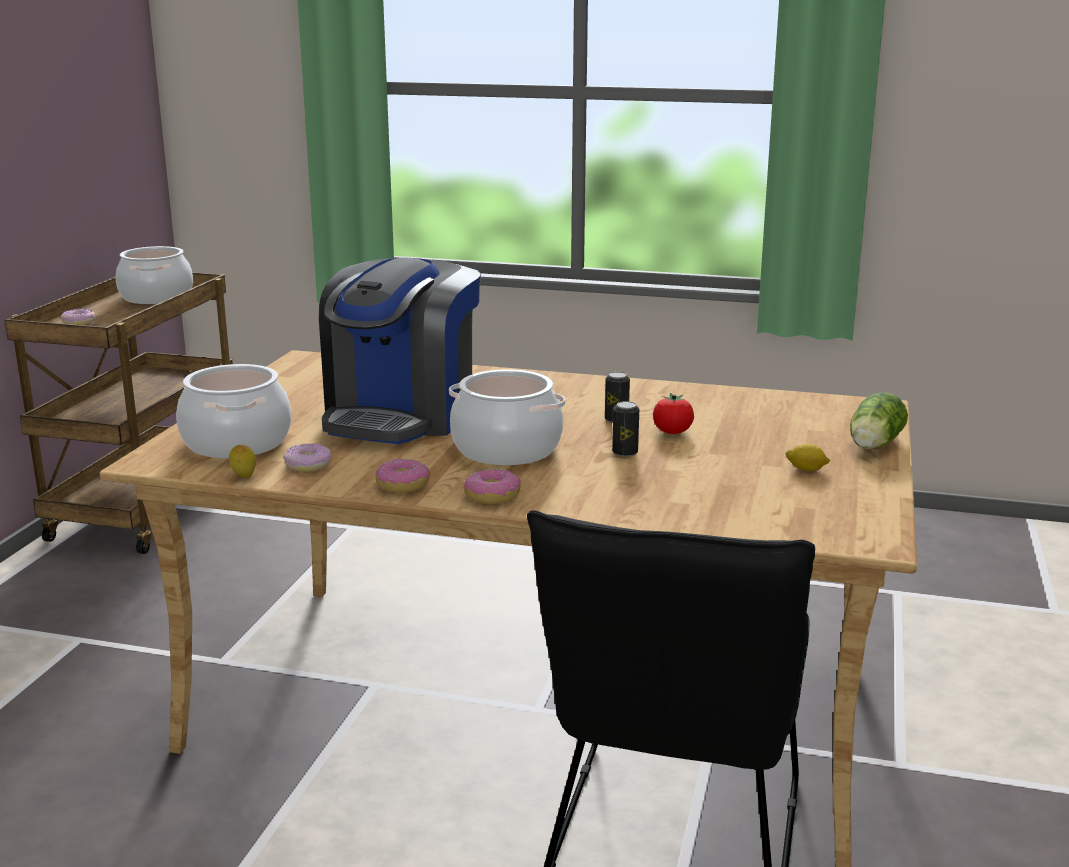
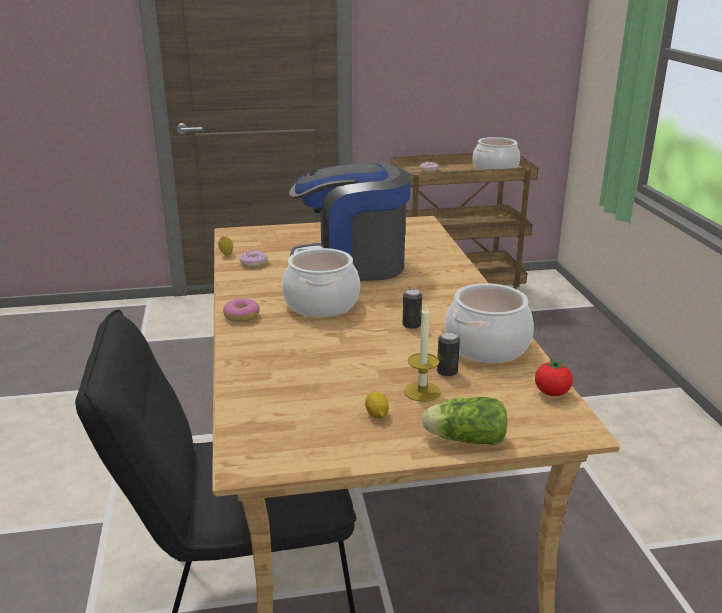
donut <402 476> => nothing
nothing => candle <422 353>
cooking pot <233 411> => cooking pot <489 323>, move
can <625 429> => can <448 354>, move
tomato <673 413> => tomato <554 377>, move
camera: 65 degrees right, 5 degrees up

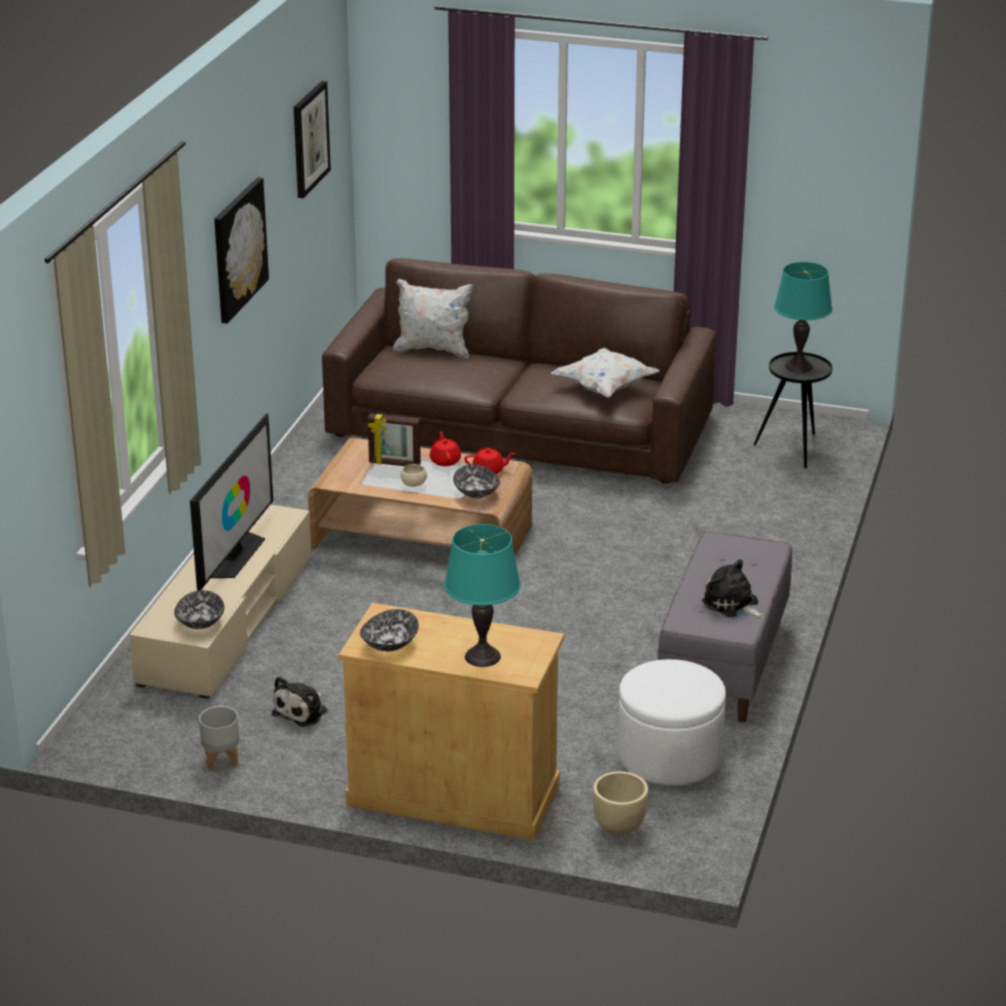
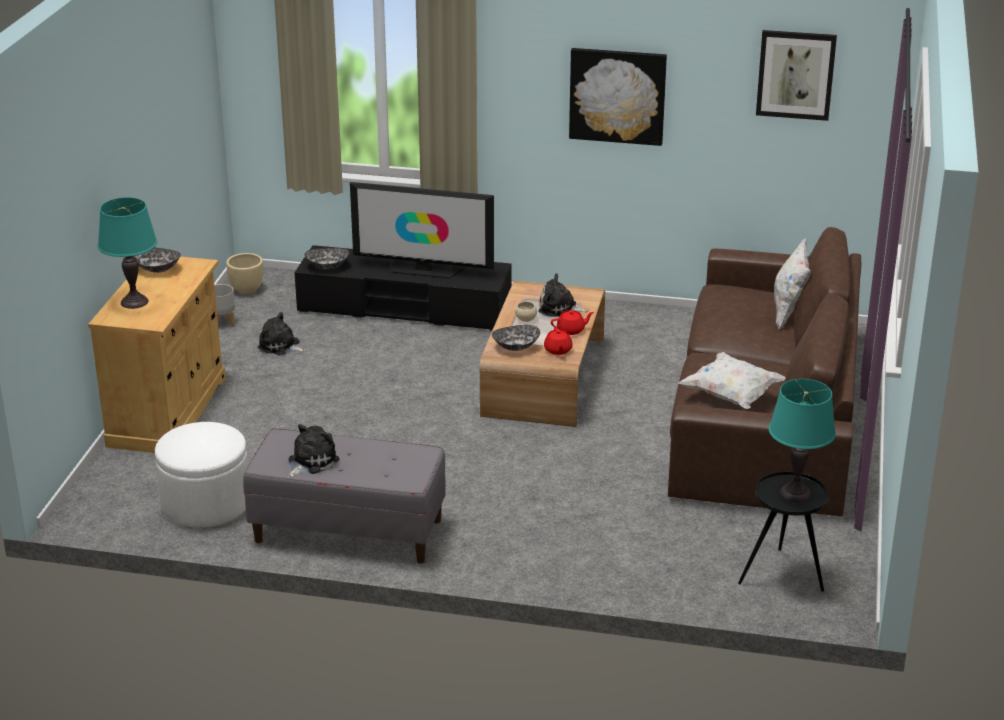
beige planter <620 804> => beige planter <244 274>, move
picture frame <394 439> => plush toy <563 295>
beige tv stand <220 602> => black tv stand <403 288>
camera: 85 degrees right, 0 degrees up

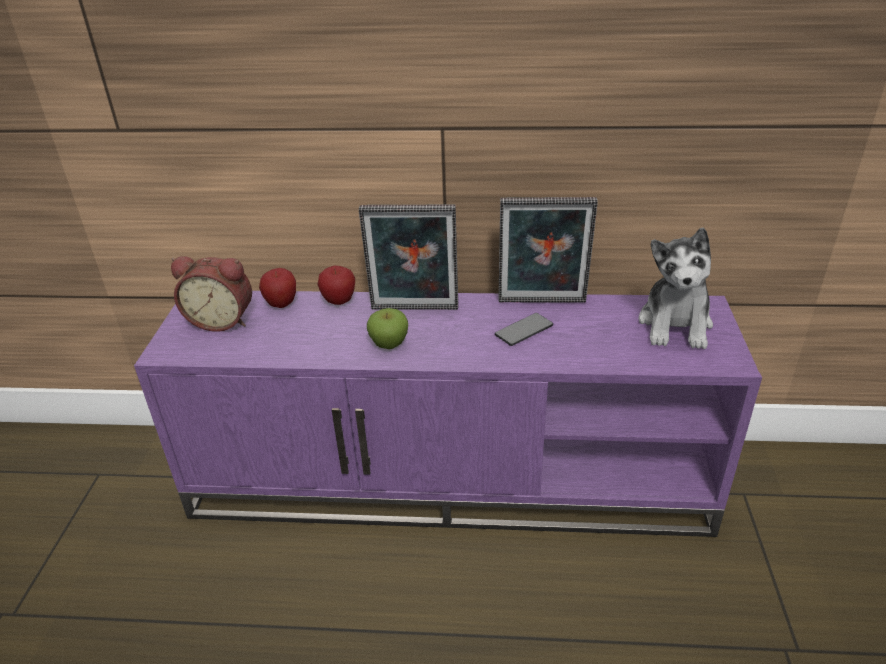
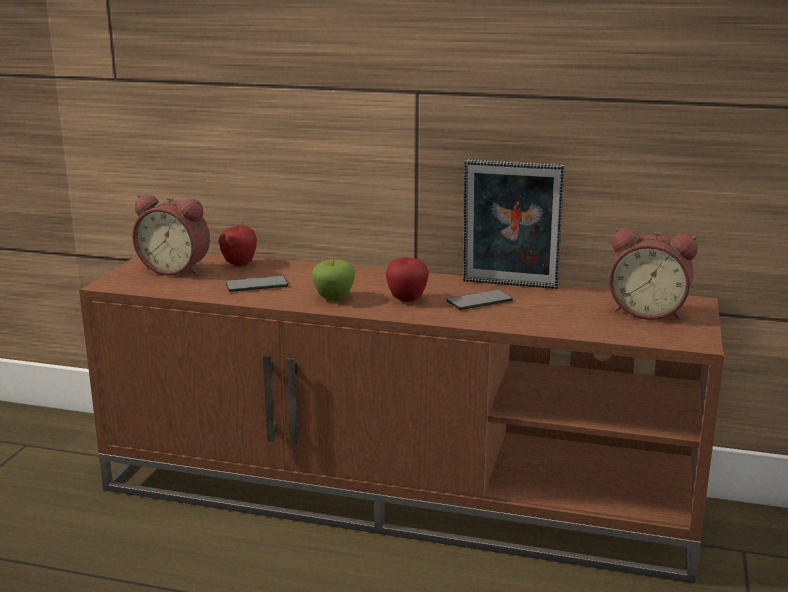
picture frame <408 257> => nothing
nothing => phone <257 284>
apple <336 285> => apple <407 279>, move
plush toy <676 288> => alarm clock <653 274>
purple tv stand <448 414> => brown tv stand <401 418>
camera: 10 degrees right, 15 degrees down

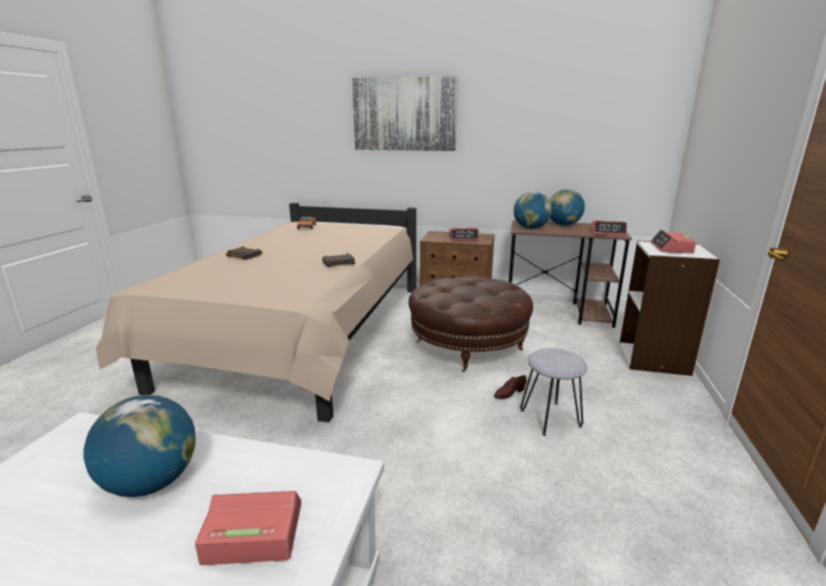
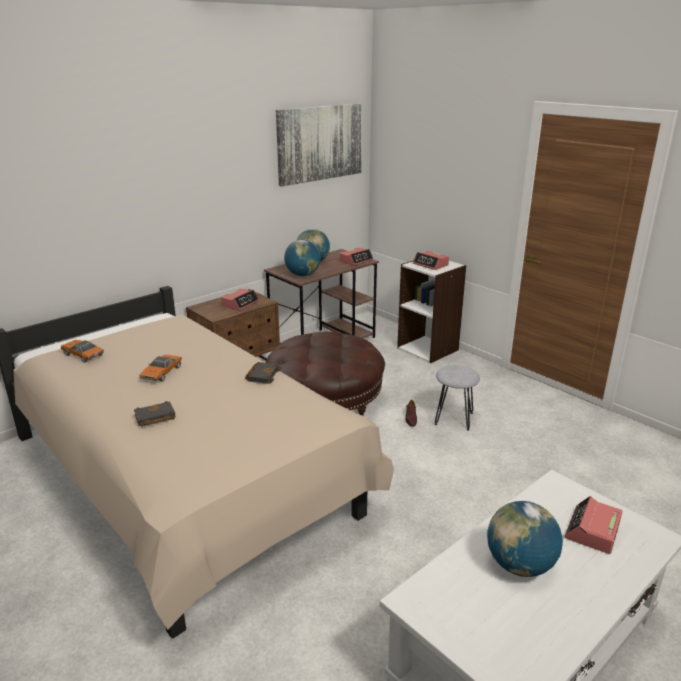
nothing => toy car <160 367>
picture <405 113> => picture <319 145>, move
camera: 55 degrees left, 5 degrees up

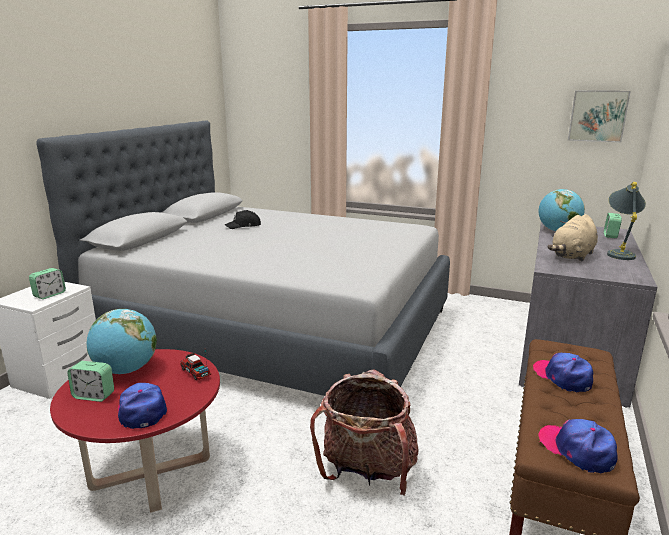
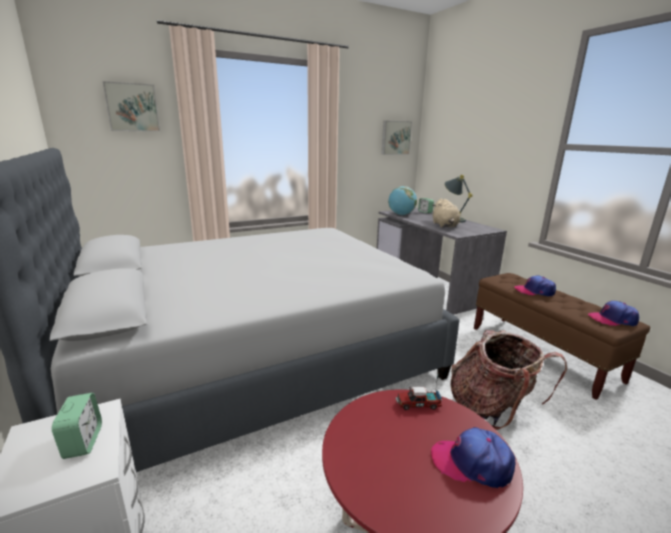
alarm clock <90 381> => nothing
globe <122 341> => nothing
black cap <243 219> => nothing
nothing => picture <131 106>
camera: 50 degrees left, 0 degrees up

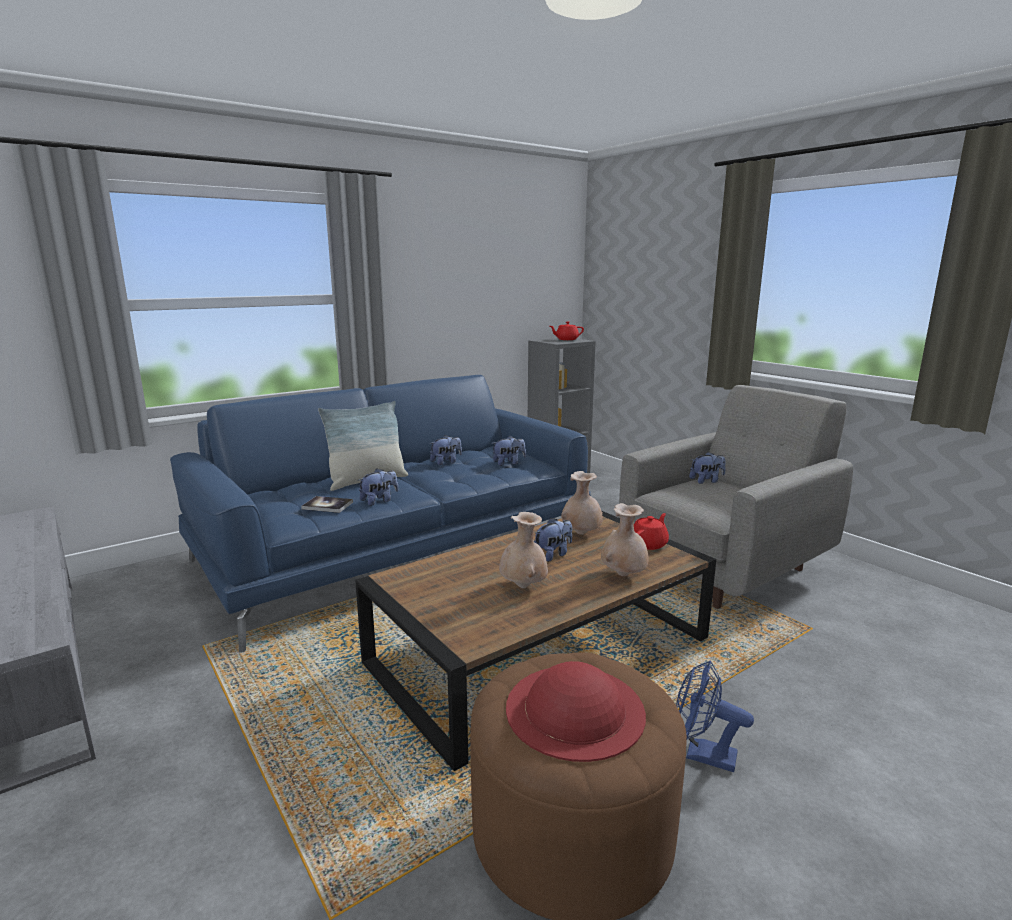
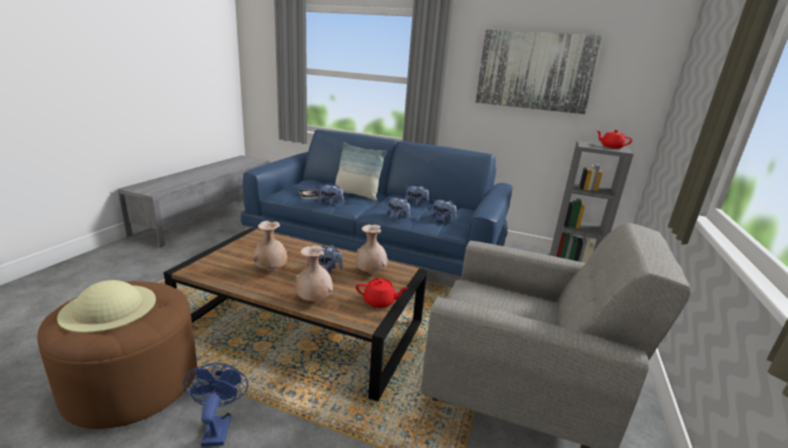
nothing => picture <539 72>
plush toy <707 468> => plush toy <398 208>, move
red hat <576 711> => beige hat <106 306>
camera: 55 degrees right, 5 degrees up

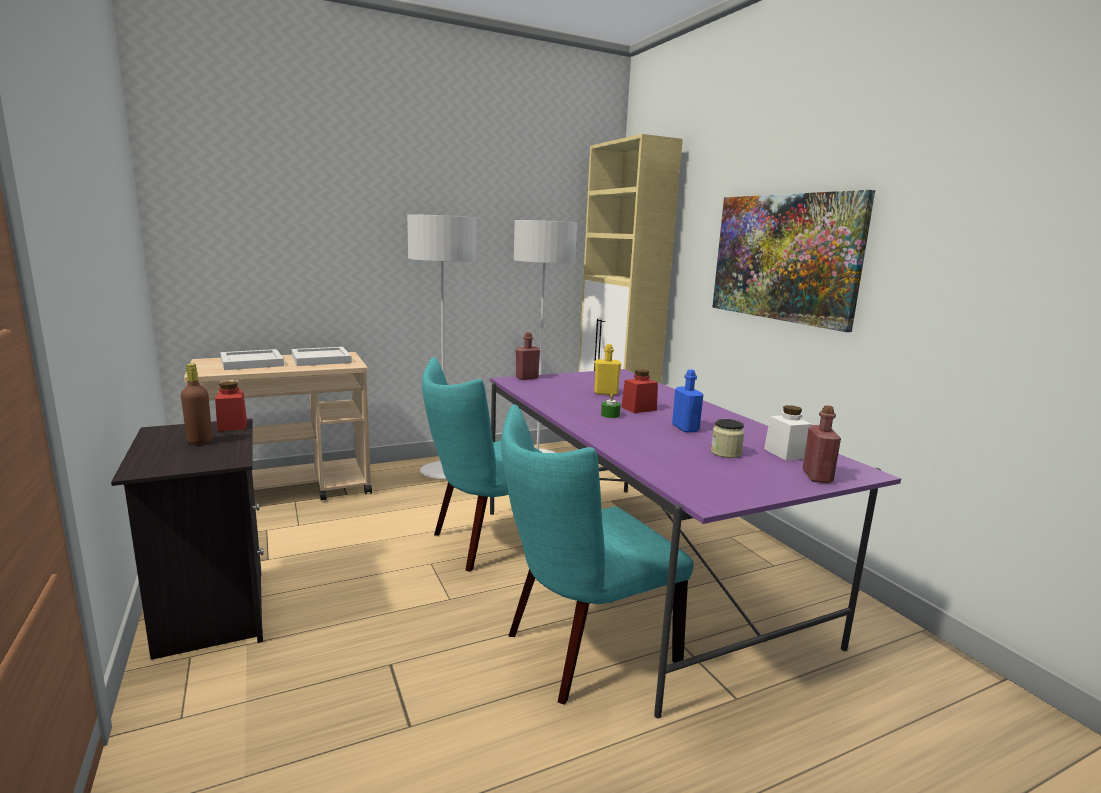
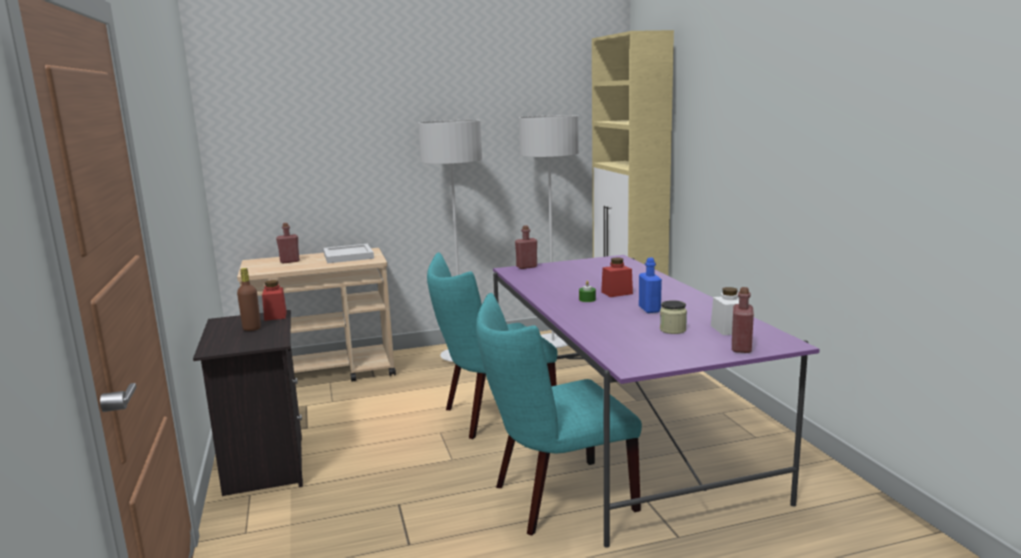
yellow bottle <607 369> => nothing
picture <793 261> => nothing
white tray <252 359> => red bottle <288 243>
camera: 10 degrees right, 0 degrees up

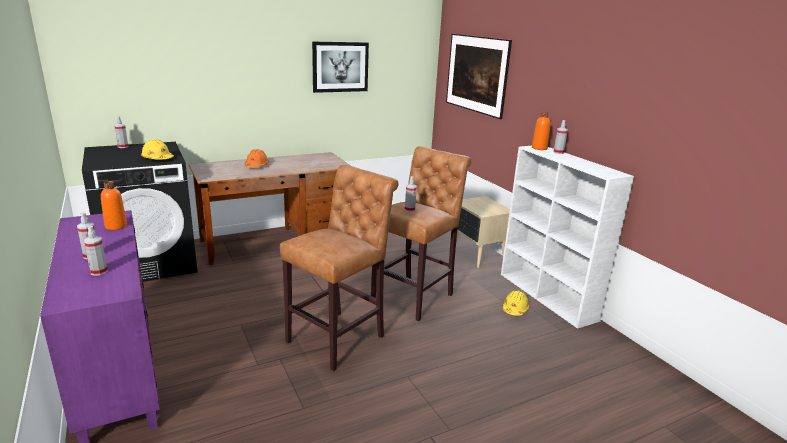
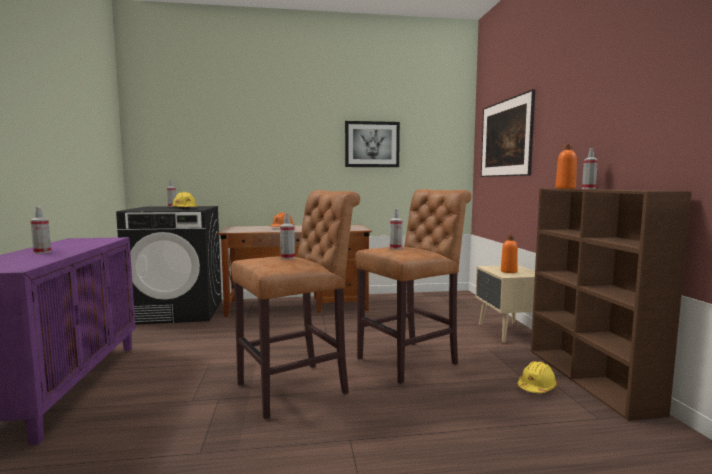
spray bottle <96 251> => spray bottle <287 236>, move
orange bottle <114 205> => orange bottle <509 254>, move
white bookcase <567 237> => brown bookcase <611 305>
camera: 20 degrees right, 15 degrees down

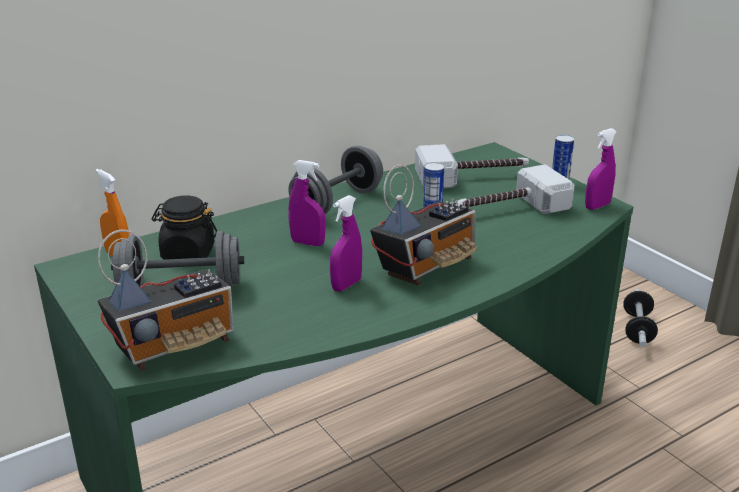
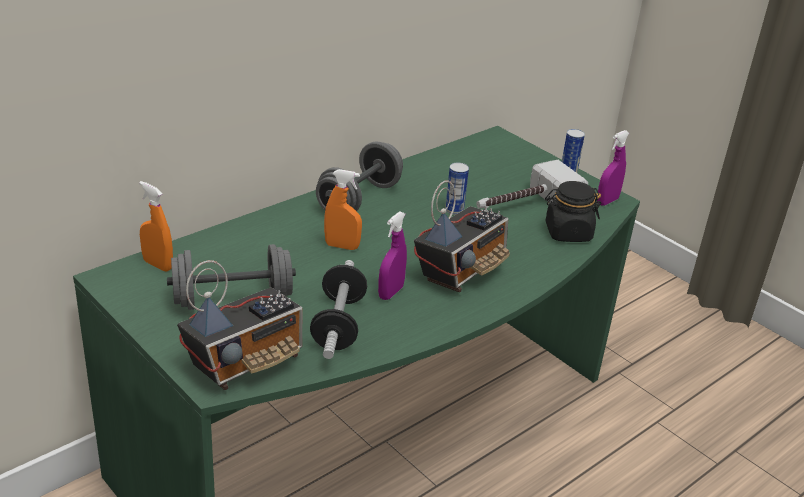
hammer <472 166> => nothing
black jar <184 228> => black jar <573 211>, move
dumbbell <640 318> => dumbbell <338 309>, move
purple spray bottle <306 203> => orange spray bottle <343 209>
camera: 10 degrees left, 5 degrees up

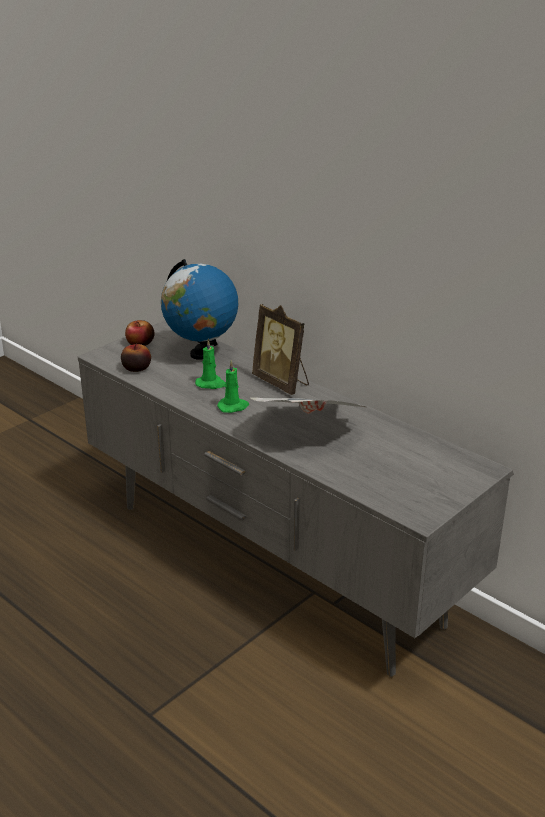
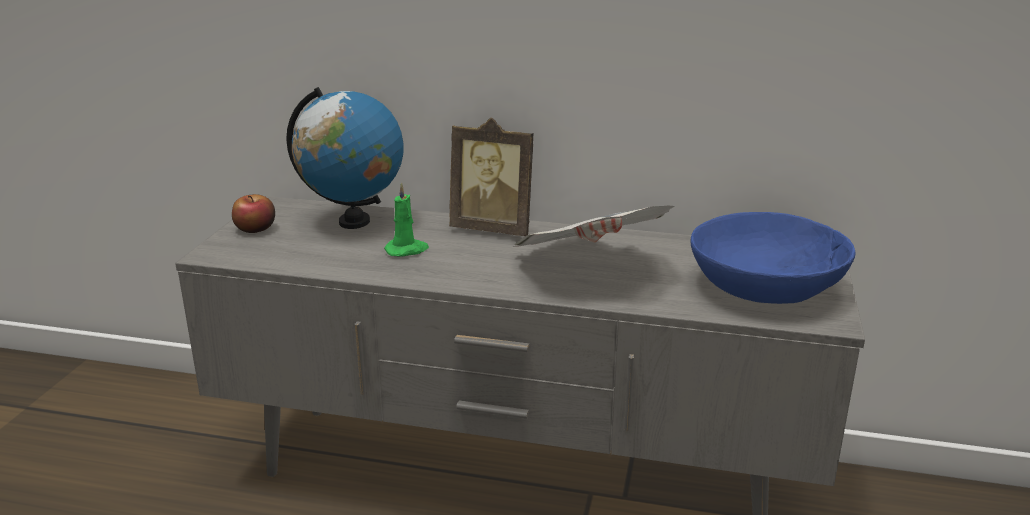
apple <136 358> => nothing
green candle <233 386> => nothing
nothing => blue bowl <773 258>
camera: 30 degrees left, 5 degrees down

